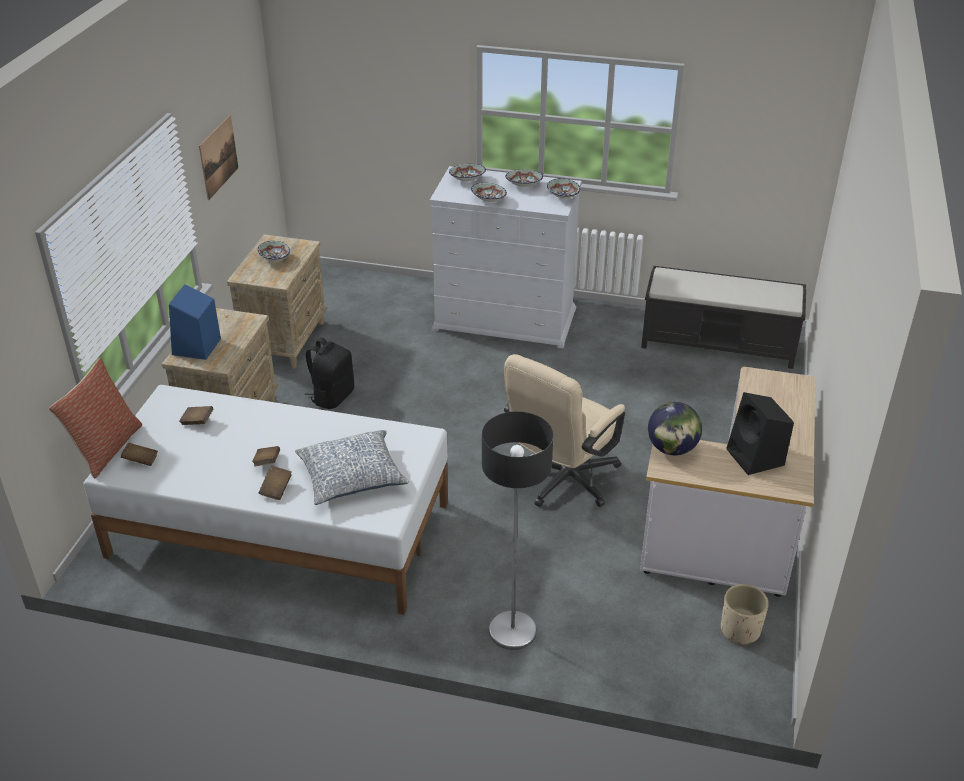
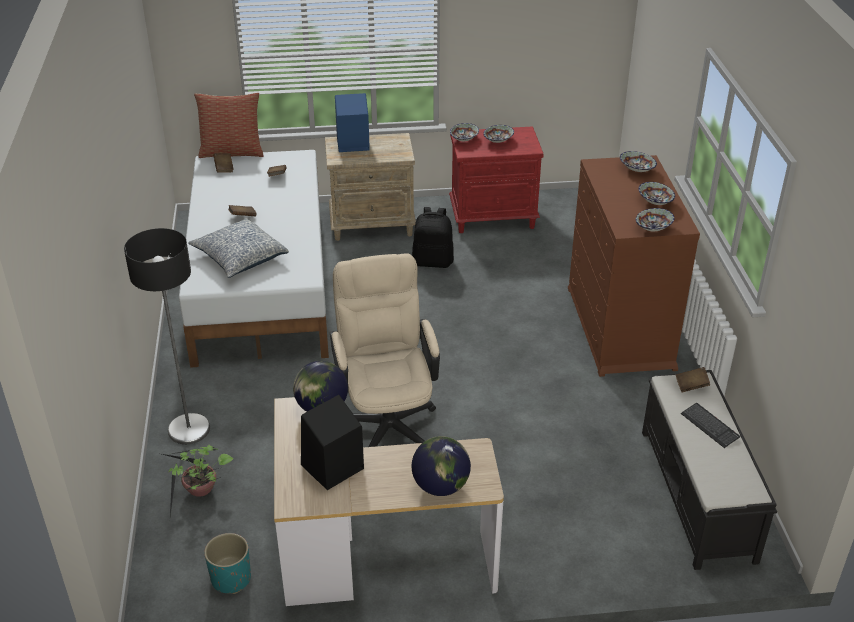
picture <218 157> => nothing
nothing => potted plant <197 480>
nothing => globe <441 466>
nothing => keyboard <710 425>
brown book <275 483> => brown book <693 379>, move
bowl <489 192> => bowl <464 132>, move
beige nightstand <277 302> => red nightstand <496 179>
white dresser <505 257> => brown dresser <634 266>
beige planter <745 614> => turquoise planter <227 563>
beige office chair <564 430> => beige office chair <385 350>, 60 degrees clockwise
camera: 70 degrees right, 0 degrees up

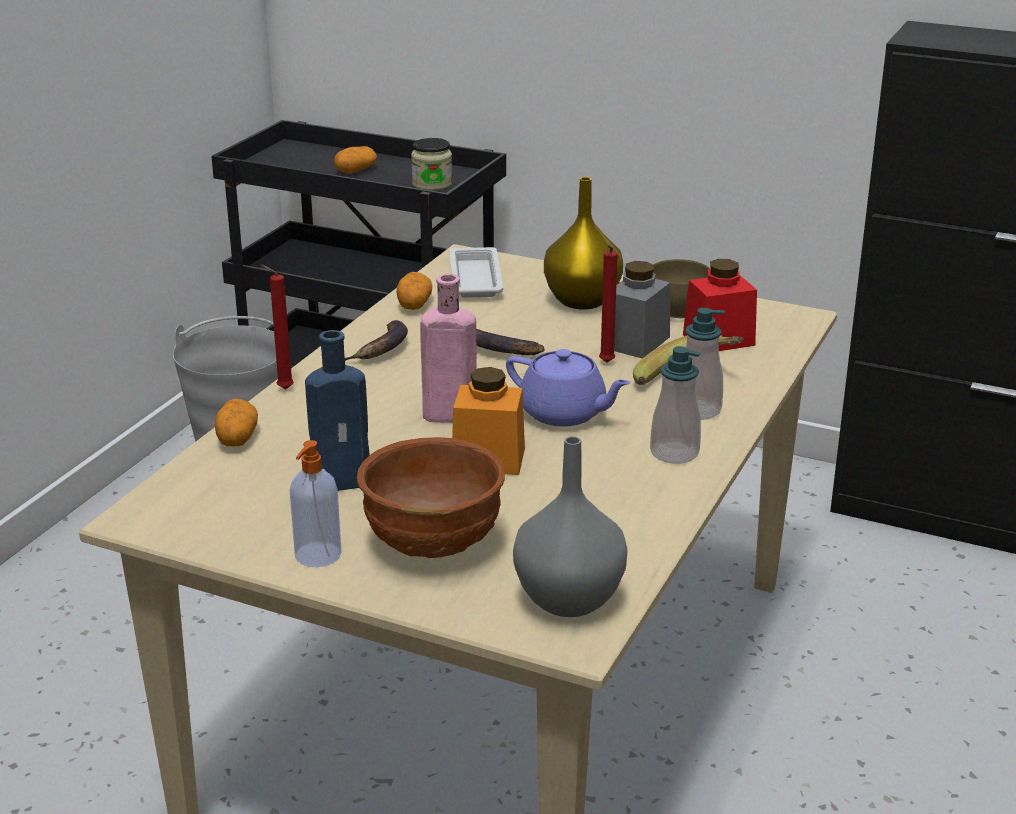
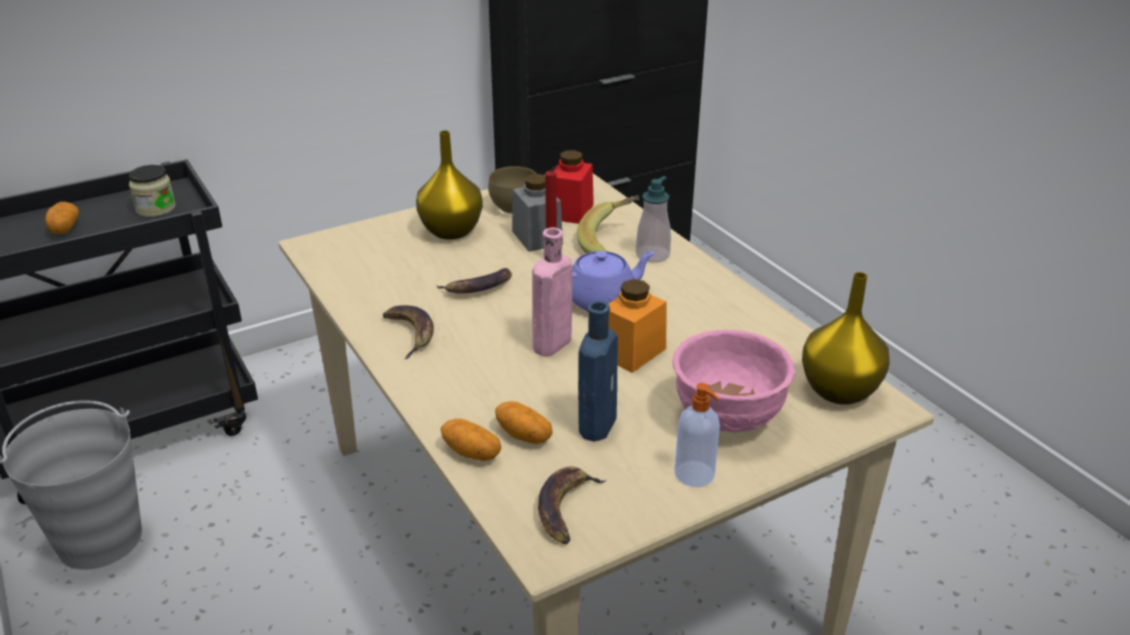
red candle <277 326> => nothing
white tray <476 272> => nothing
soap dispenser <675 405> => nothing
nothing => banana <572 505>
potato <414 291> => potato <524 422>, move
brown bowl <431 497> => pink bowl <733 381>
grey vase <570 526> => yellow vase <846 338>
camera: 55 degrees left, 5 degrees up

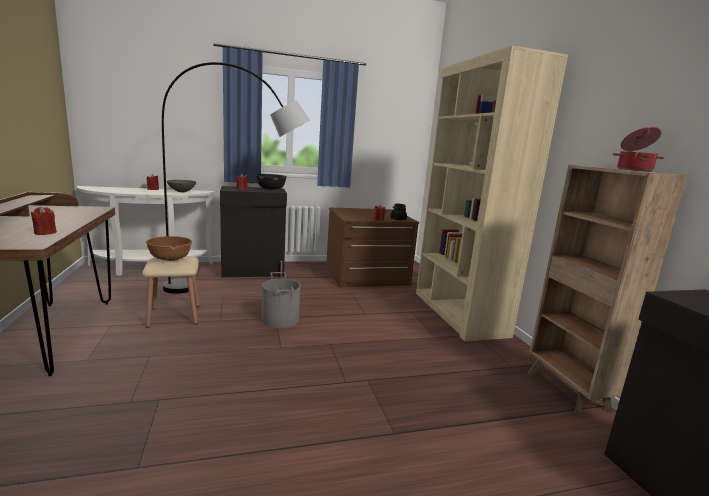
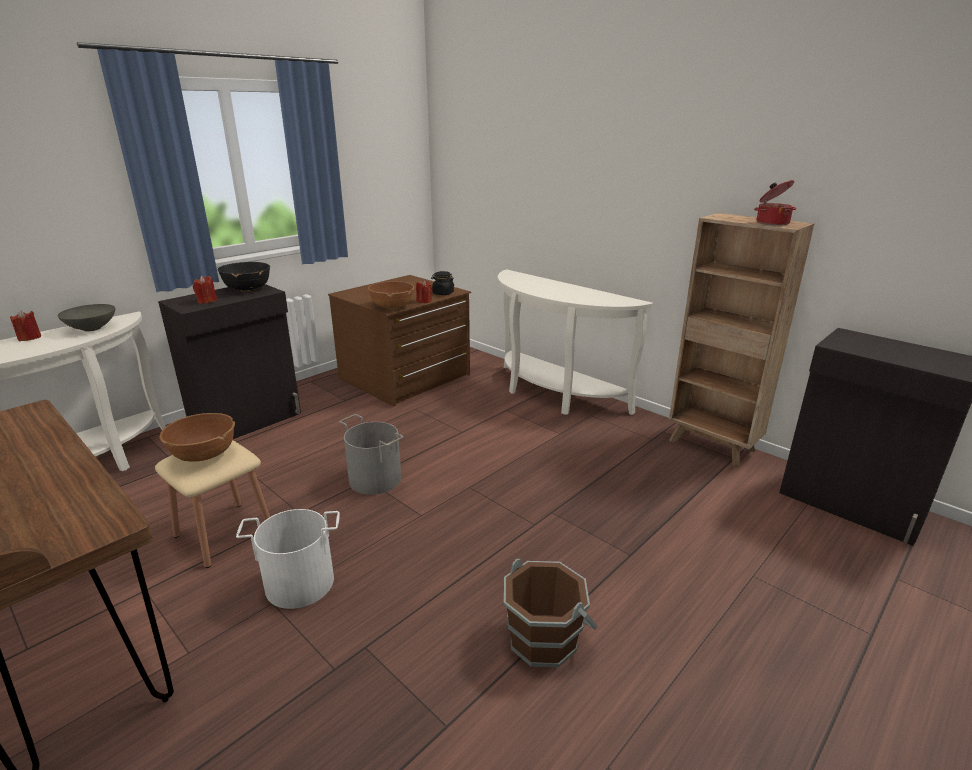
red candle <44 220> => nothing
grey floor lamp <236 178> => nothing
nothing => white bucket <288 559>
nothing => brown bowl <391 295>
nothing => brown bucket <551 613>
beige bookcase <492 193> => white console table <575 342>
camera: 30 degrees left, 10 degrees up

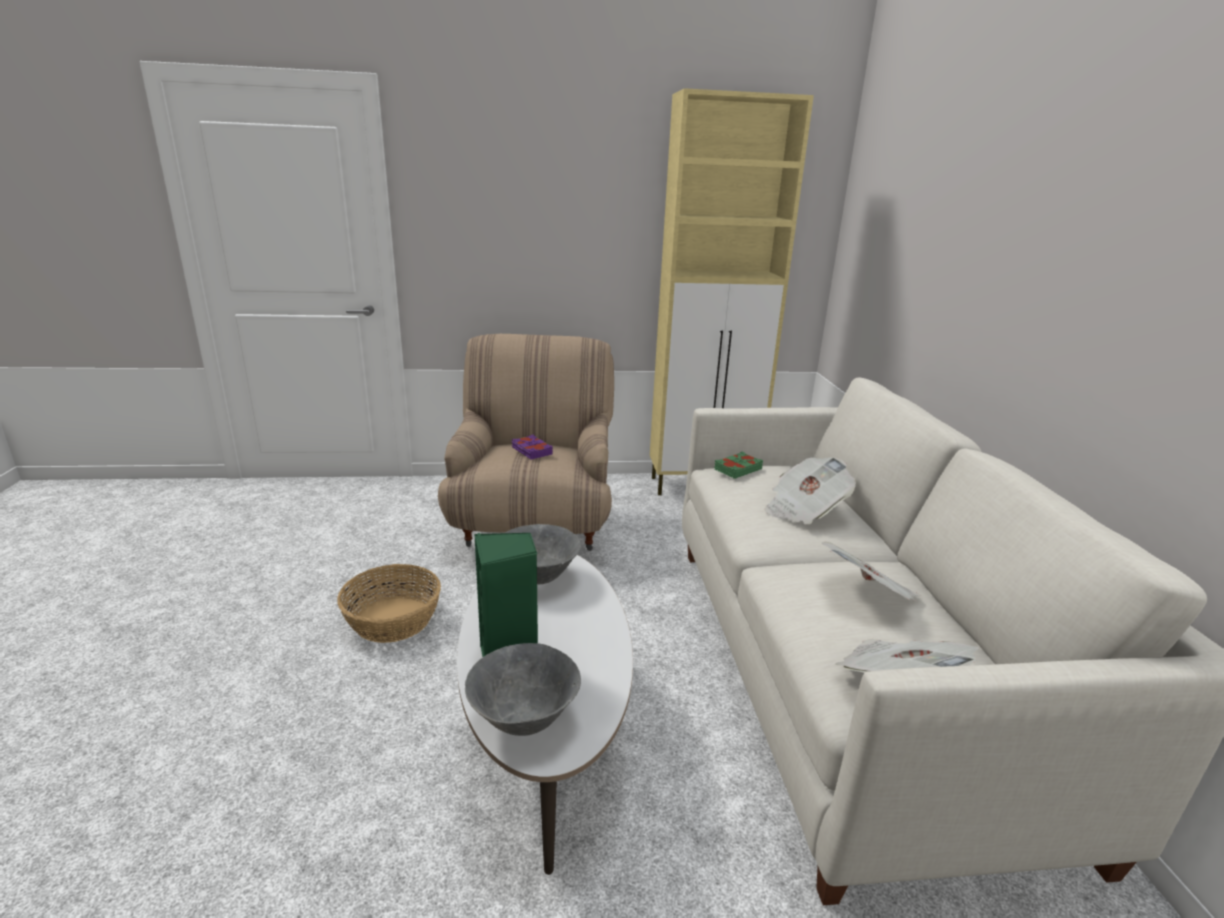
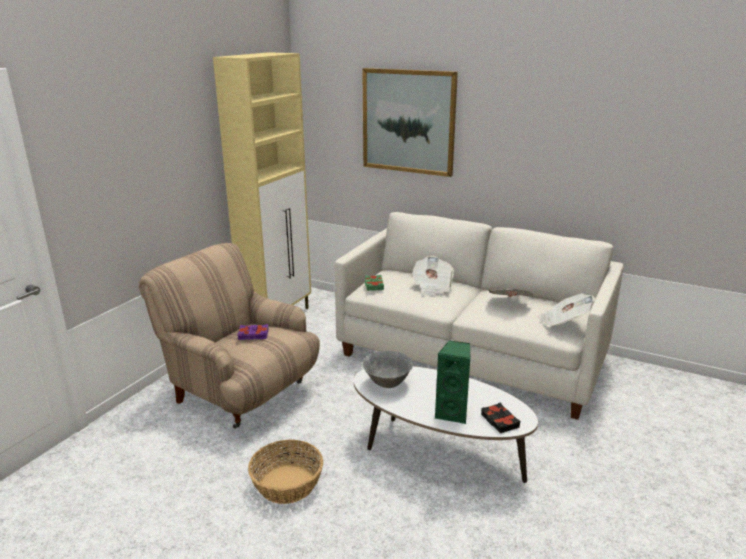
nothing => picture <410 122>
grey bowl <523 689> => black book <500 418>
camera: 55 degrees left, 0 degrees up

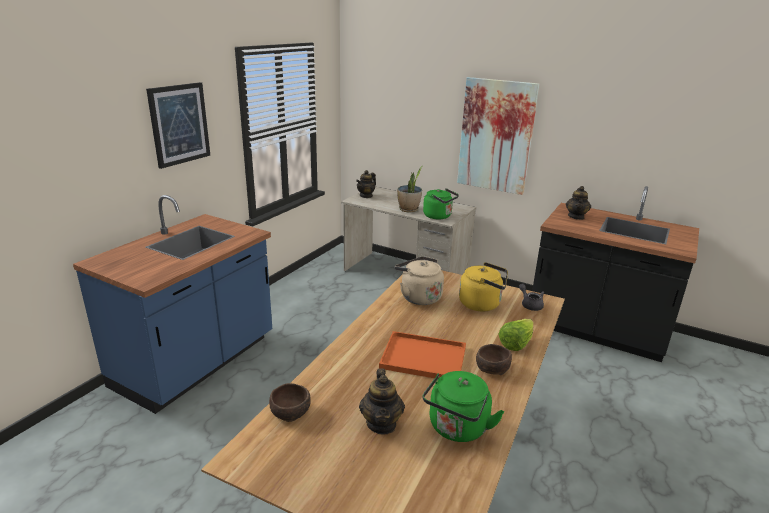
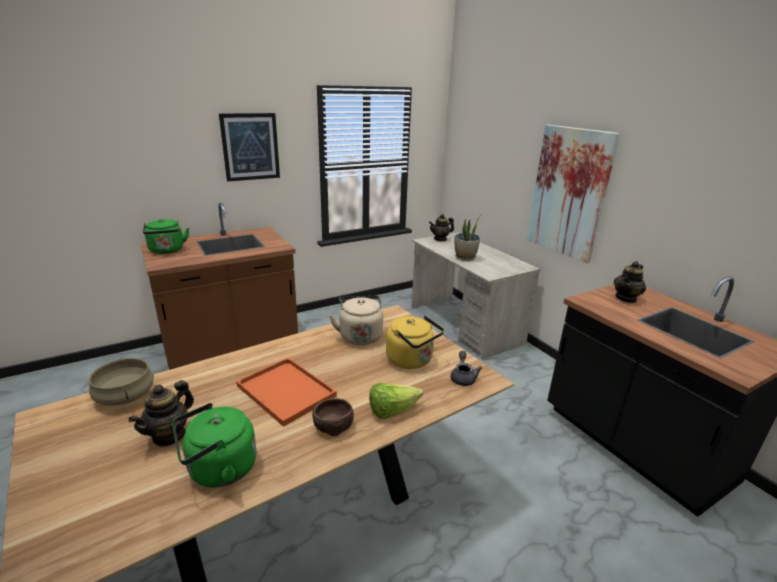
green kettle <441 203> => green kettle <166 236>, move
brown bowl <290 402> => beige cooking pot <121 382>
blue counter <172 304> => brown counter <219 286>
camera: 30 degrees right, 0 degrees up

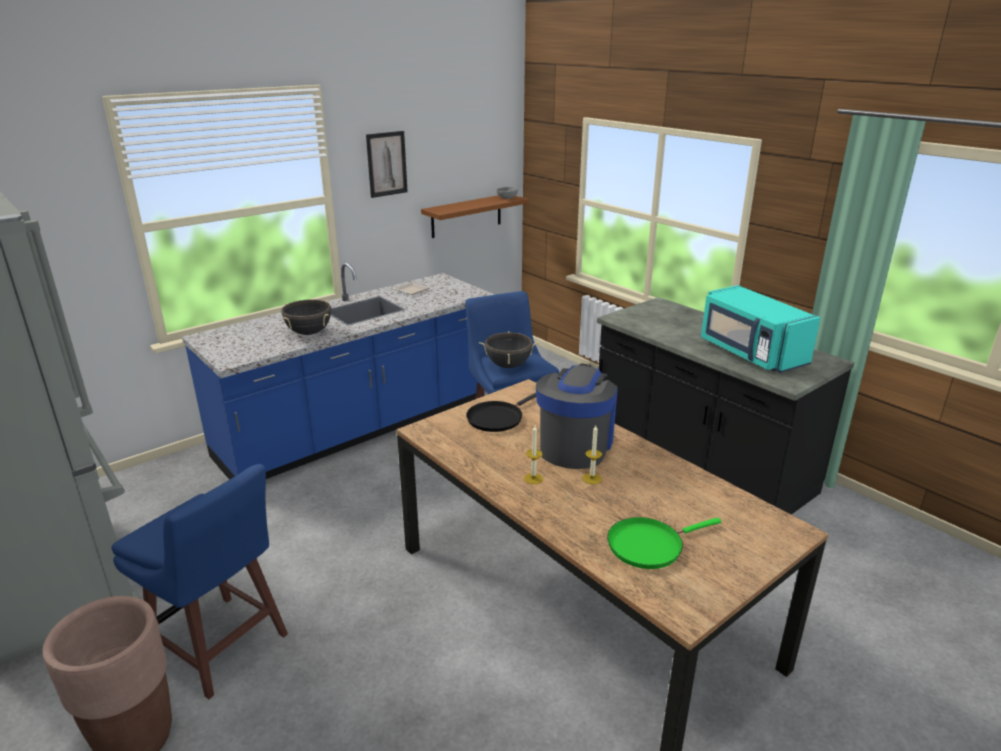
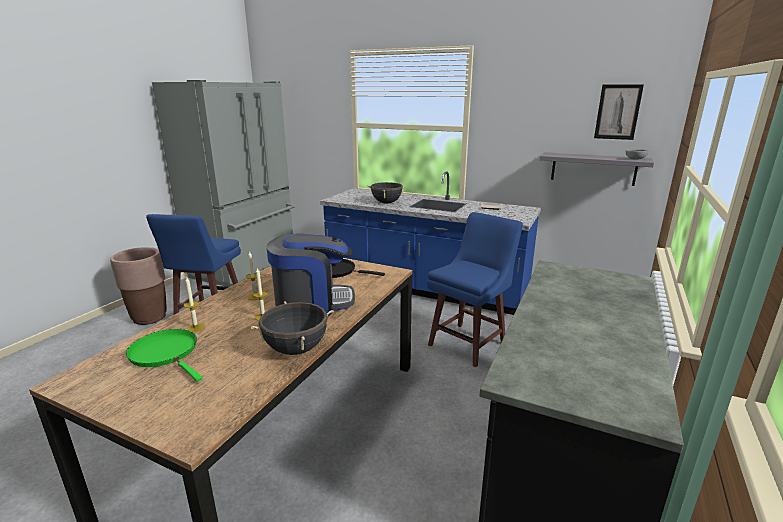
turquoise microwave <761 329> => nothing
nothing => candle <194 304>
picture <387 164> => picture <619 112>, move
black cooking pot <509 349> => black cooking pot <292 328>, move
brown shelf <474 216> => grey shelf <597 169>
camera: 65 degrees right, 5 degrees down

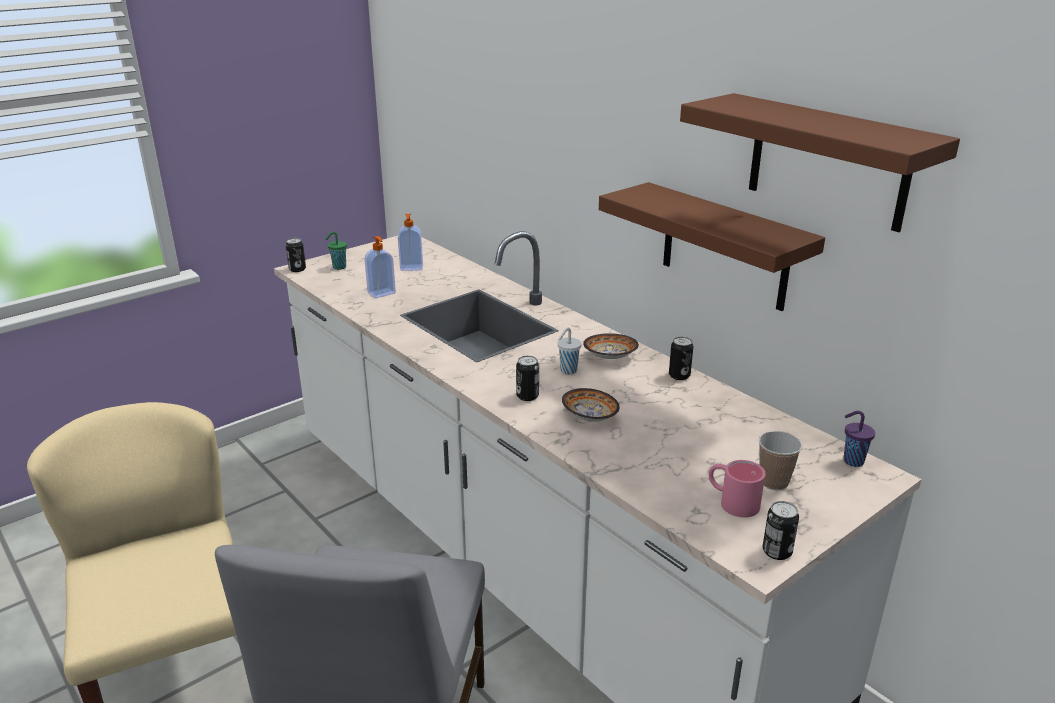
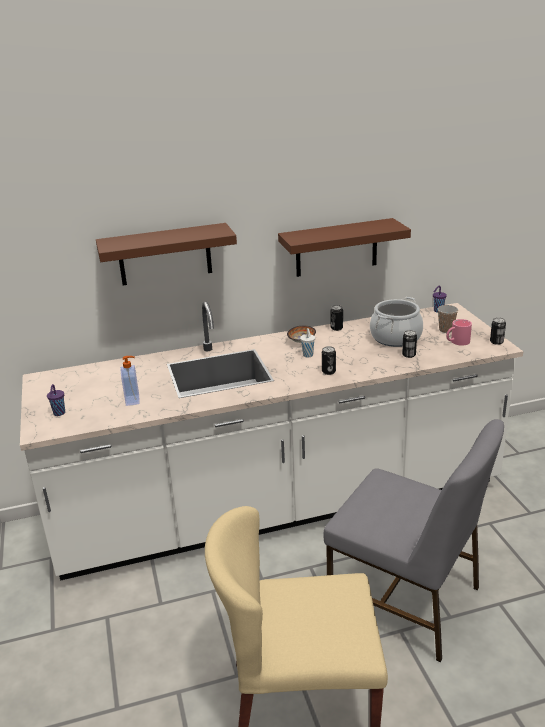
soap dispenser <410 242> => nothing
bowl <591 405> => nothing
nothing => cooking pot <396 322>
can <295 255> => can <409 344>, move
brown shelf <820 162> => brown shelf <166 254>, move
green cup <336 250> => purple cup <56 400>
camera: 65 degrees left, 0 degrees up

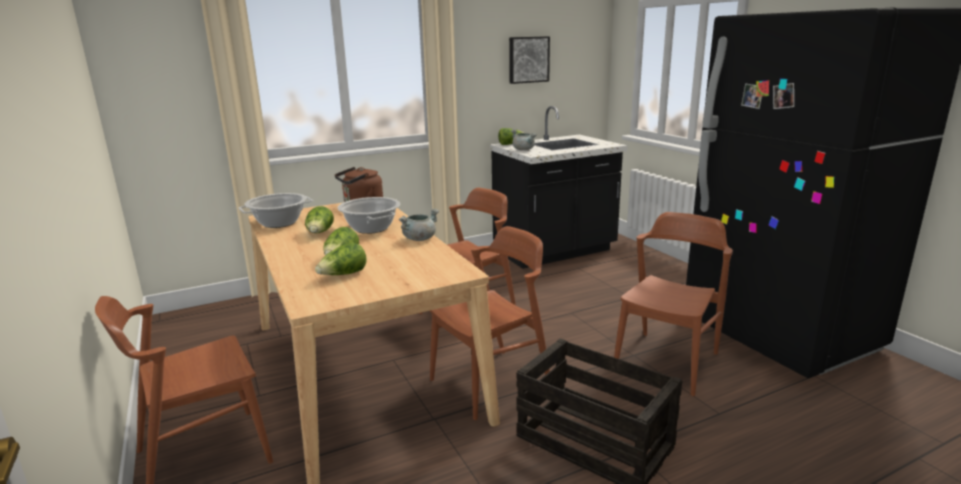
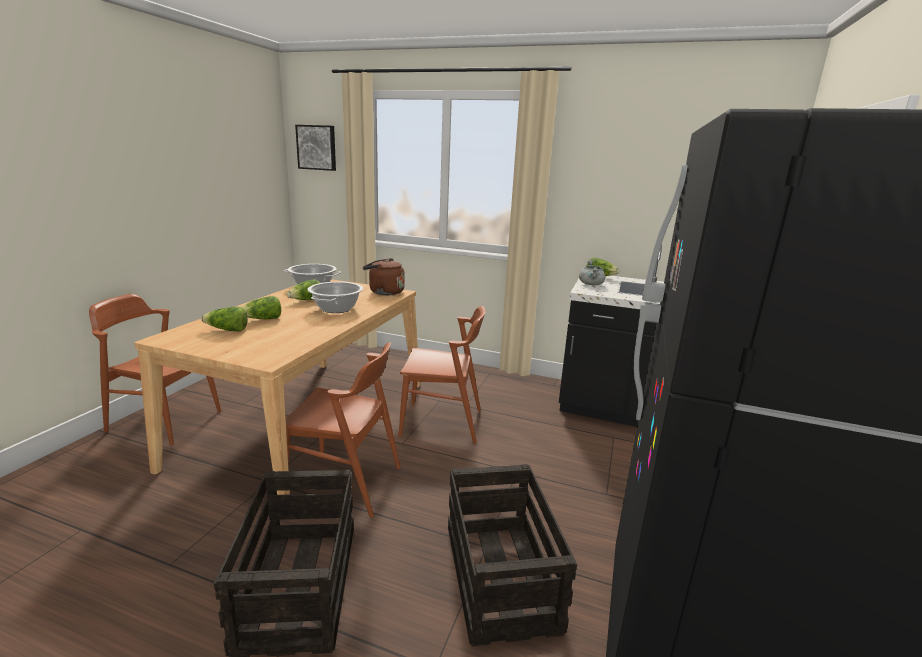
grey cooking pot <419 225> => nothing
picture <529 60> => picture <315 148>, move
brown chair <673 304> => crate <512 555>
camera: 45 degrees right, 0 degrees up

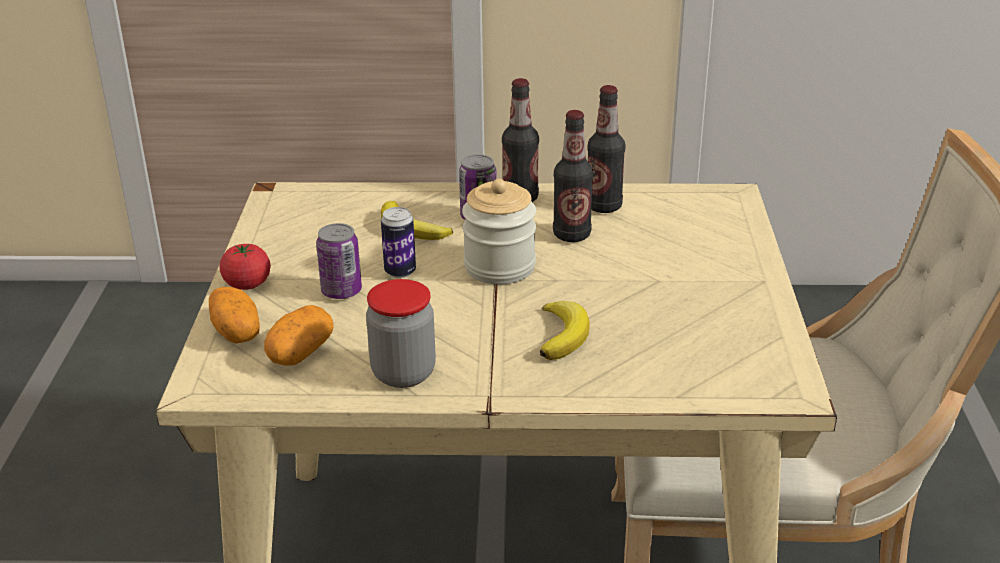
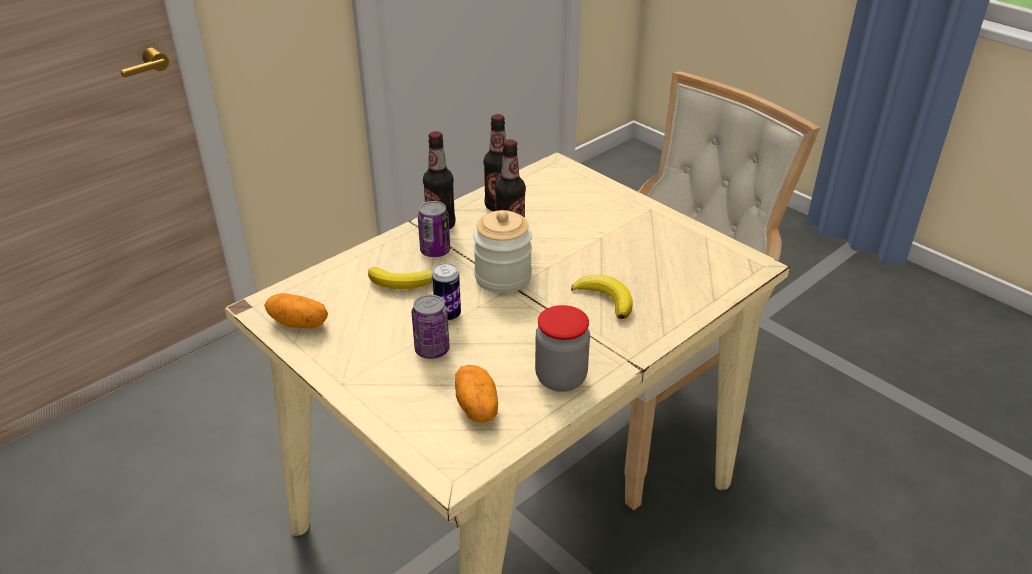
tomato <245 267> => nothing
potato <234 315> => potato <296 311>, move
camera: 45 degrees left, 5 degrees up

